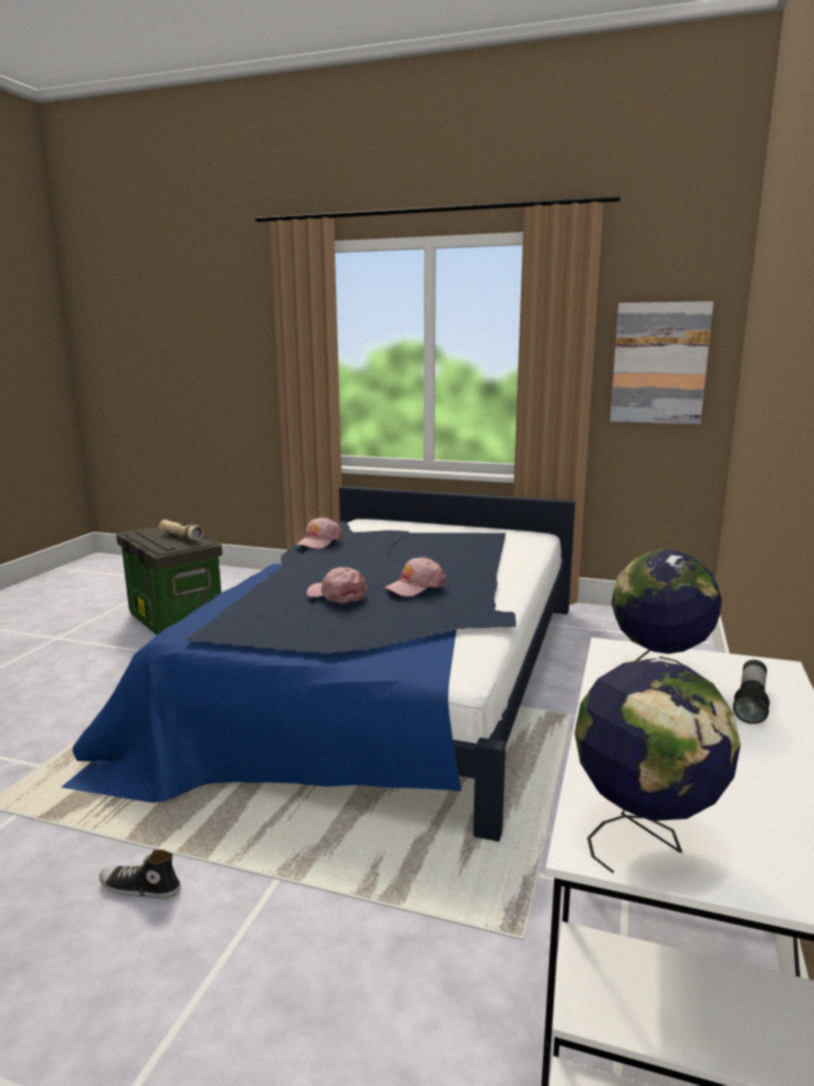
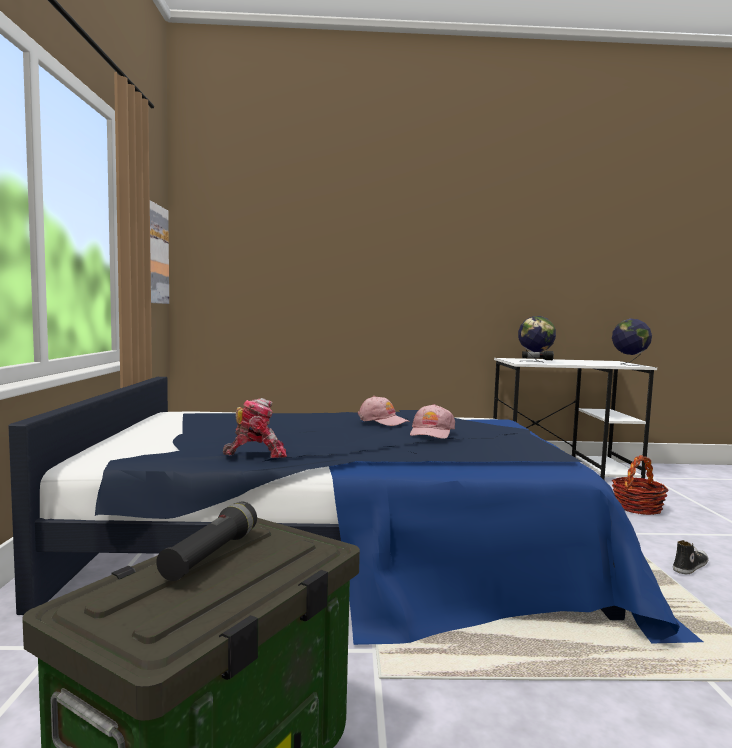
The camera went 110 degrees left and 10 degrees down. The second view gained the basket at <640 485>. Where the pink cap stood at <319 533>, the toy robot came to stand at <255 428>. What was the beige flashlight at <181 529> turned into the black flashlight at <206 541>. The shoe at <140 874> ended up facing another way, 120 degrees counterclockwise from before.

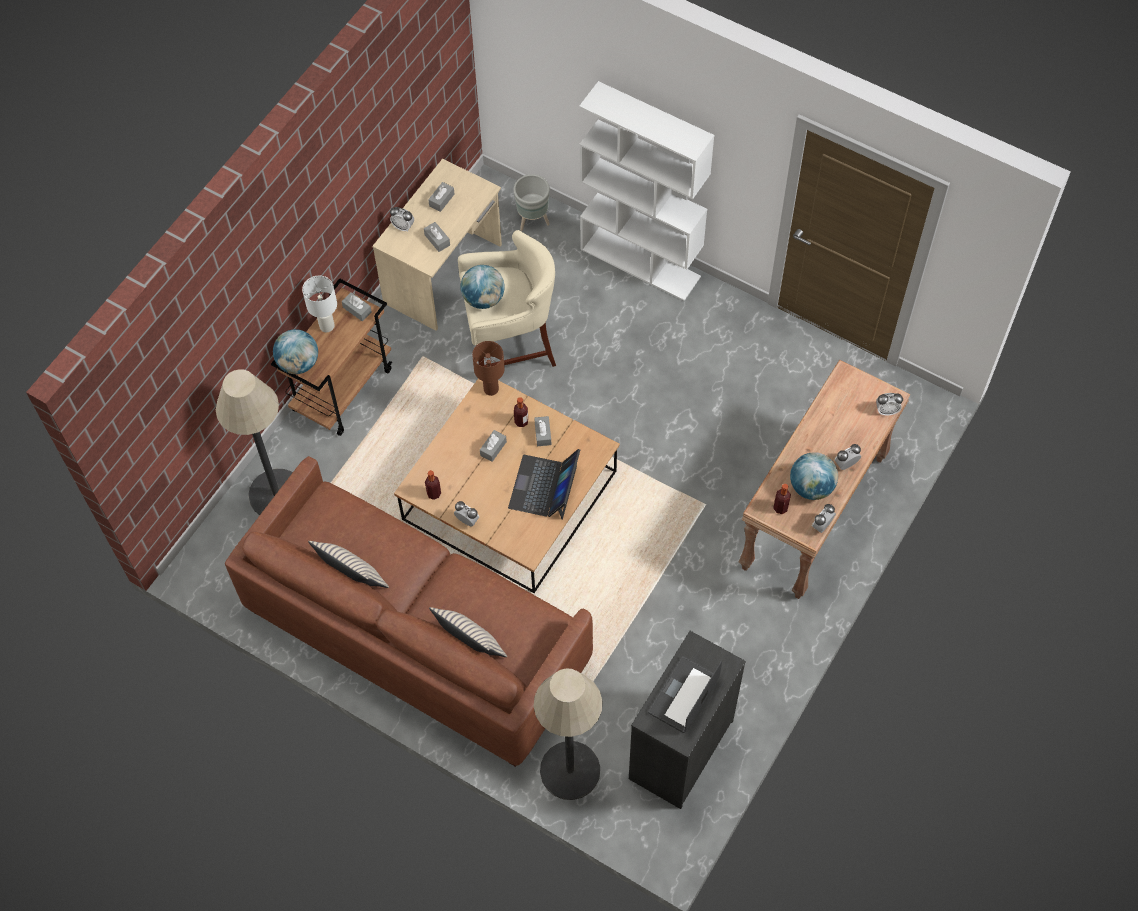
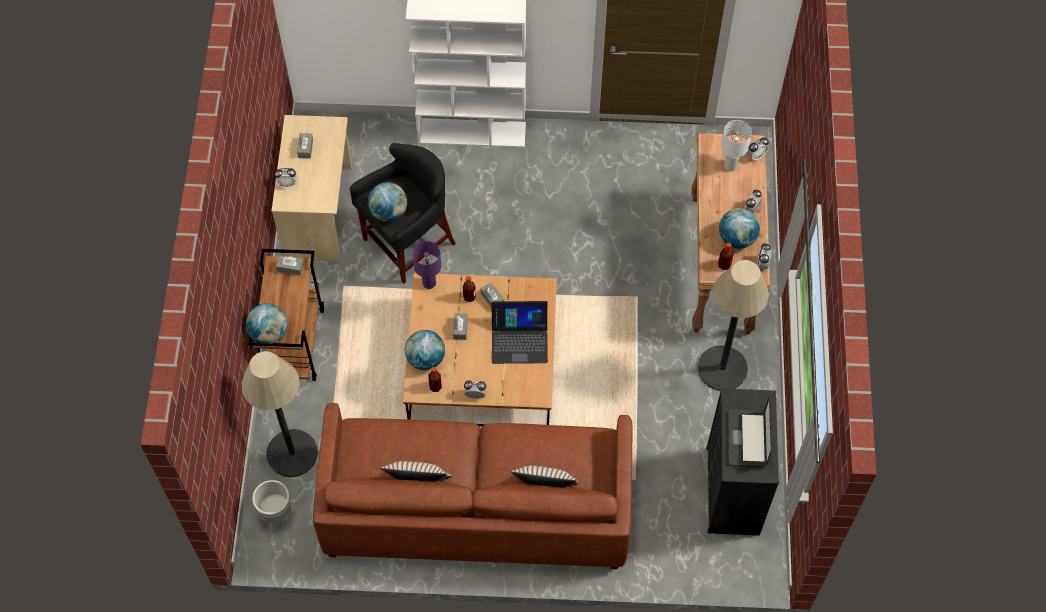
The camera went 30 degrees left and 0 degrees up. The second view lost the grey tissue box at <437 237>. The second view gained the globe at <425 350>. The white table lamp ended up elsewhere, having gone from <319 304> to <736 145>. The grey planter ended up elsewhere, having gone from <532 202> to <273 506>. The floor lamp ended up elsewhere, having gone from <568 734> to <733 325>. What was the beige stool at <507 298> turned into the black stool at <403 213>. What was the brown table lamp at <488 368> turned into the purple table lamp at <426 265>. The laptop at <544 484> ended up facing another way, 75 degrees counterclockwise from before.

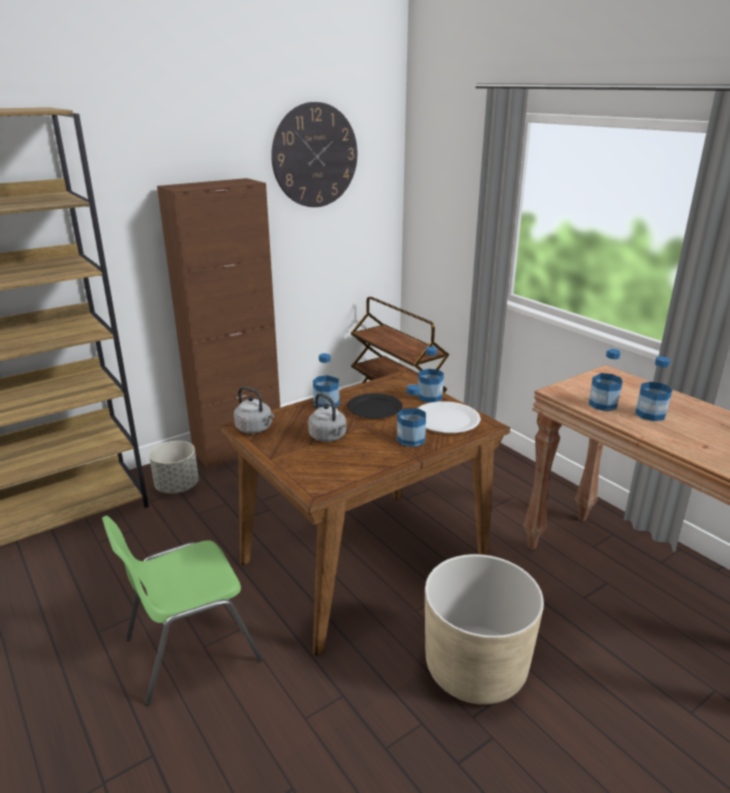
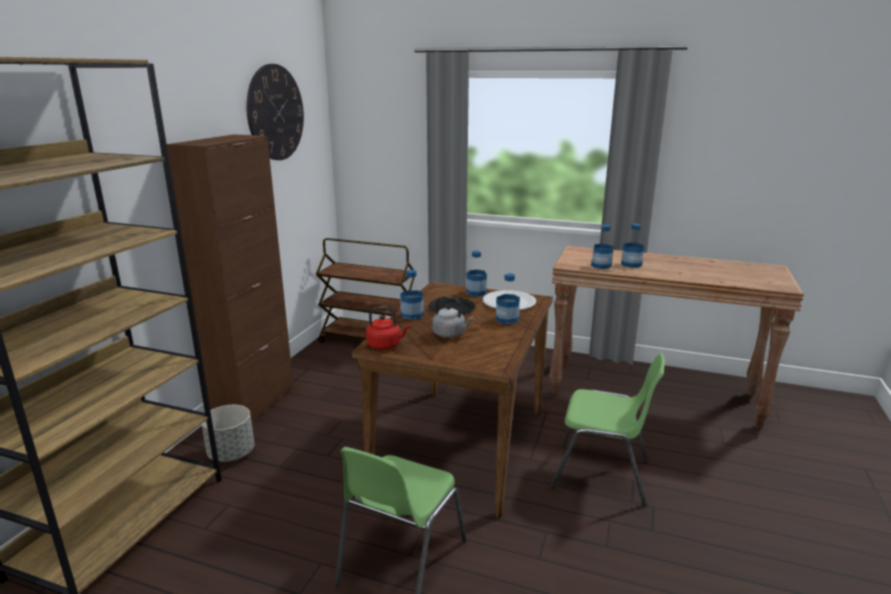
The camera went 35 degrees left and 5 degrees down. Where the beige planter stood at <484 629>, the green chair came to stand at <607 429>. What was the grey kettle at <254 410> turned into the red kettle at <388 328>.

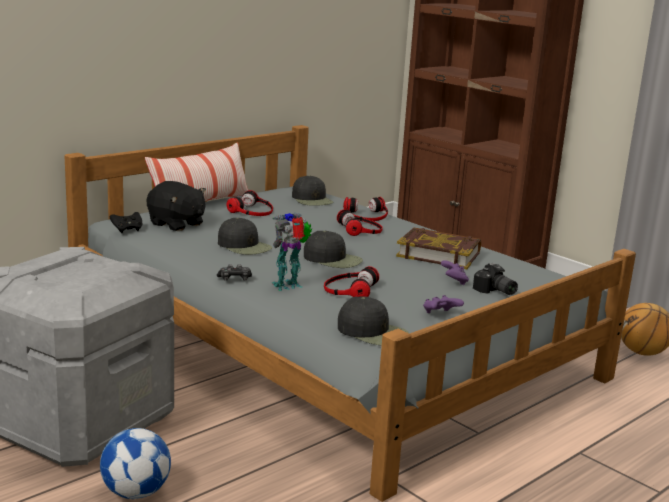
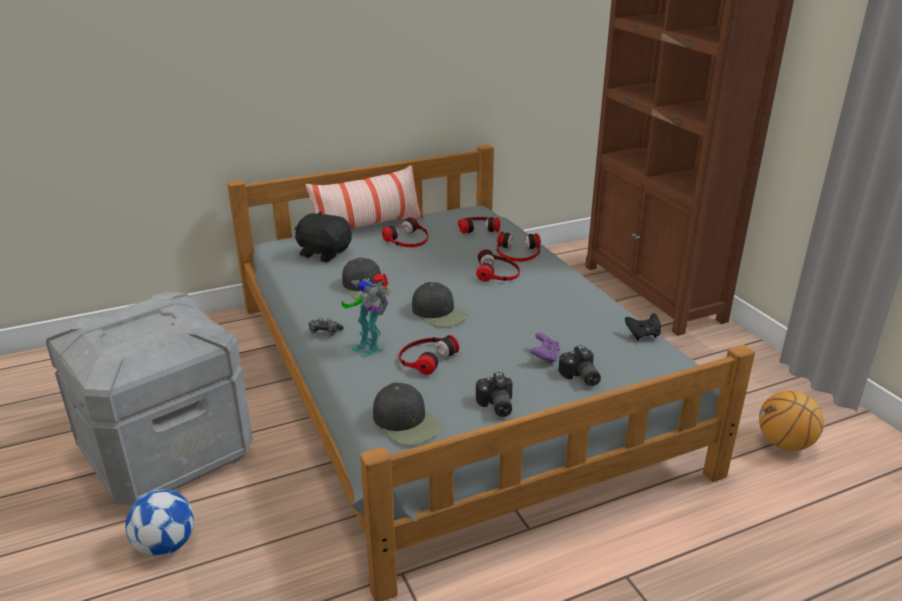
The camera went 20 degrees right and 10 degrees up. The second view lost the book at <438 248>. The black game controller ended up elsewhere, having gone from <126 222> to <643 327>. Where the black cap stood at <312 190>, the headphones came to stand at <479 225>. Where the purple game controller stood at <443 304>, the photo camera came to stand at <494 394>. The black plush toy at <176 206> ended up facing another way, 150 degrees clockwise from before. The toy robot at <292 251> ended up facing another way, 120 degrees counterclockwise from before.

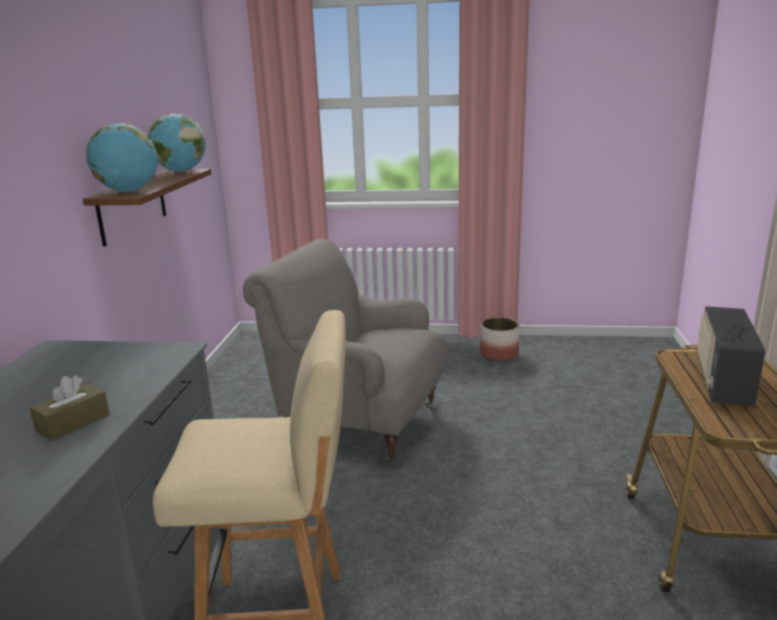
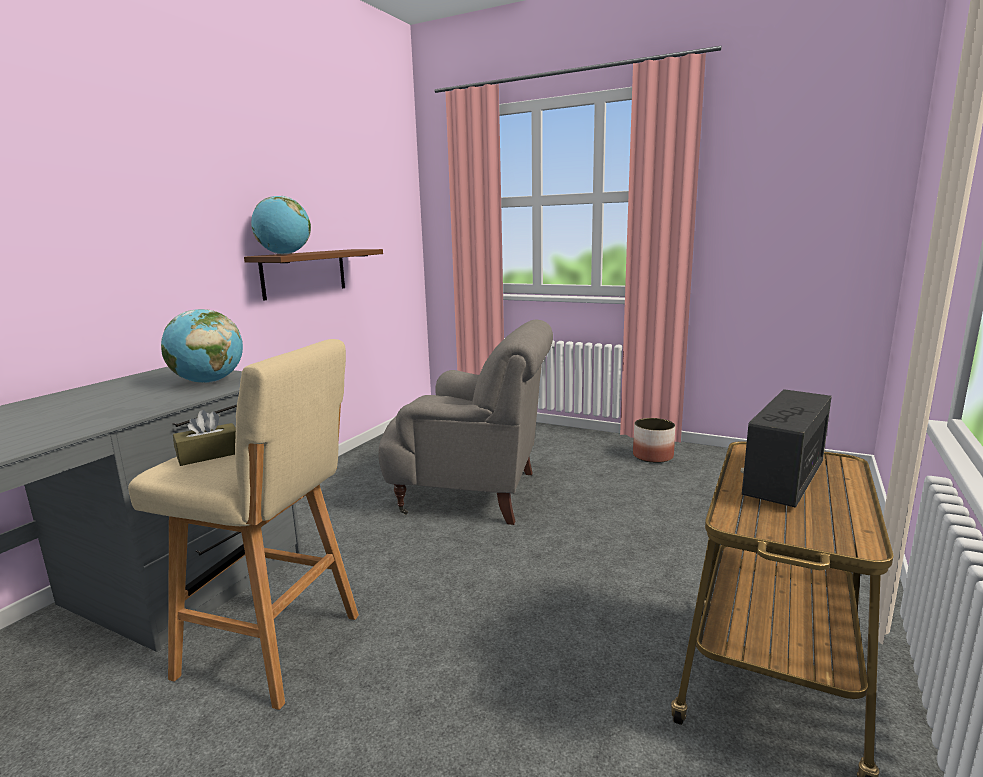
The camera went 20 degrees right and 5 degrees down. The brown tissue box ended up elsewhere, having gone from <69 408> to <204 438>. The globe ended up elsewhere, having gone from <177 143> to <202 346>. The grey armchair at <345 351> ended up facing another way, 150 degrees clockwise from before.

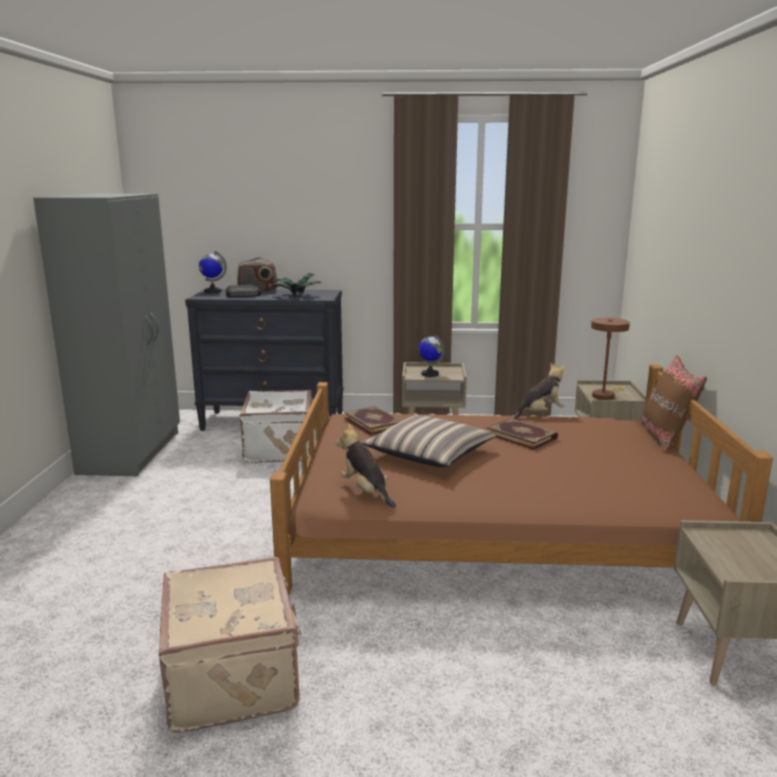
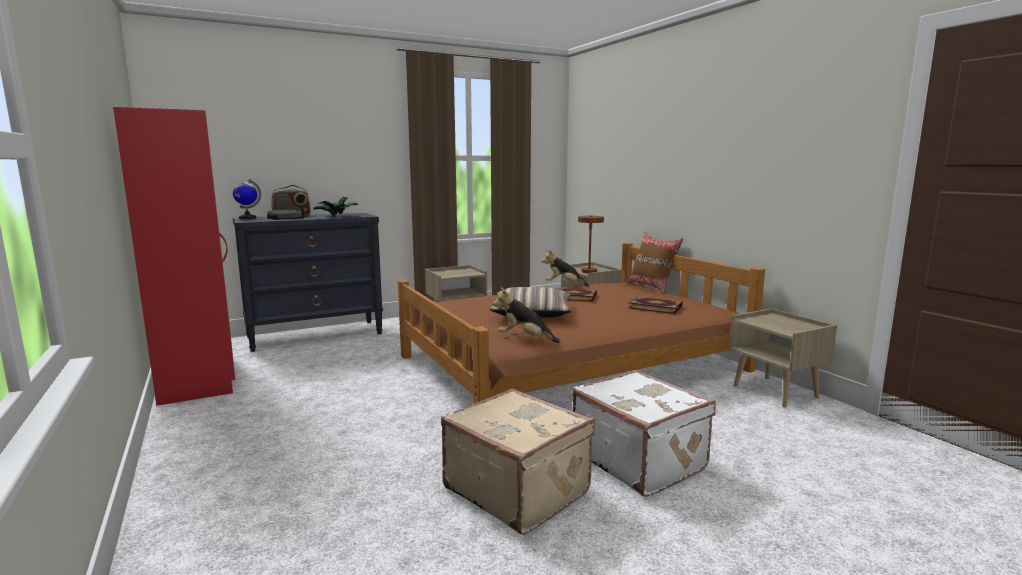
The camera went 30 degrees left and 5 degrees down. The second view lost the globe at <431 356>. The white suitcase ended up elsewhere, having gone from <278 426> to <644 433>. The book ended up elsewhere, having gone from <373 420> to <656 305>. What was the grey wardrobe at <106 335> turned into the red wardrobe at <174 256>. The plush toy at <540 391> ended up facing another way, 105 degrees counterclockwise from before.

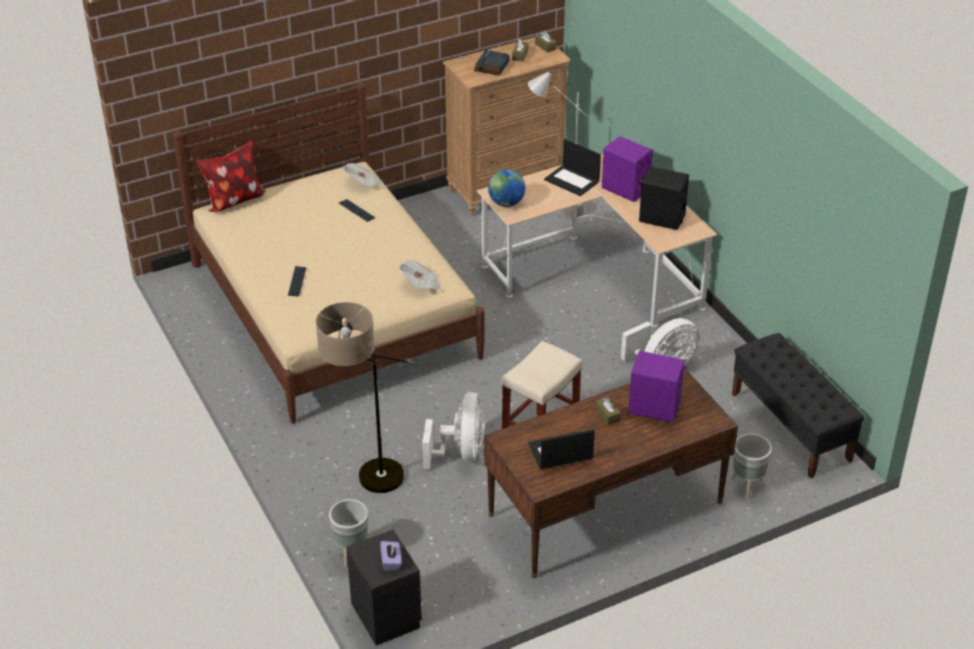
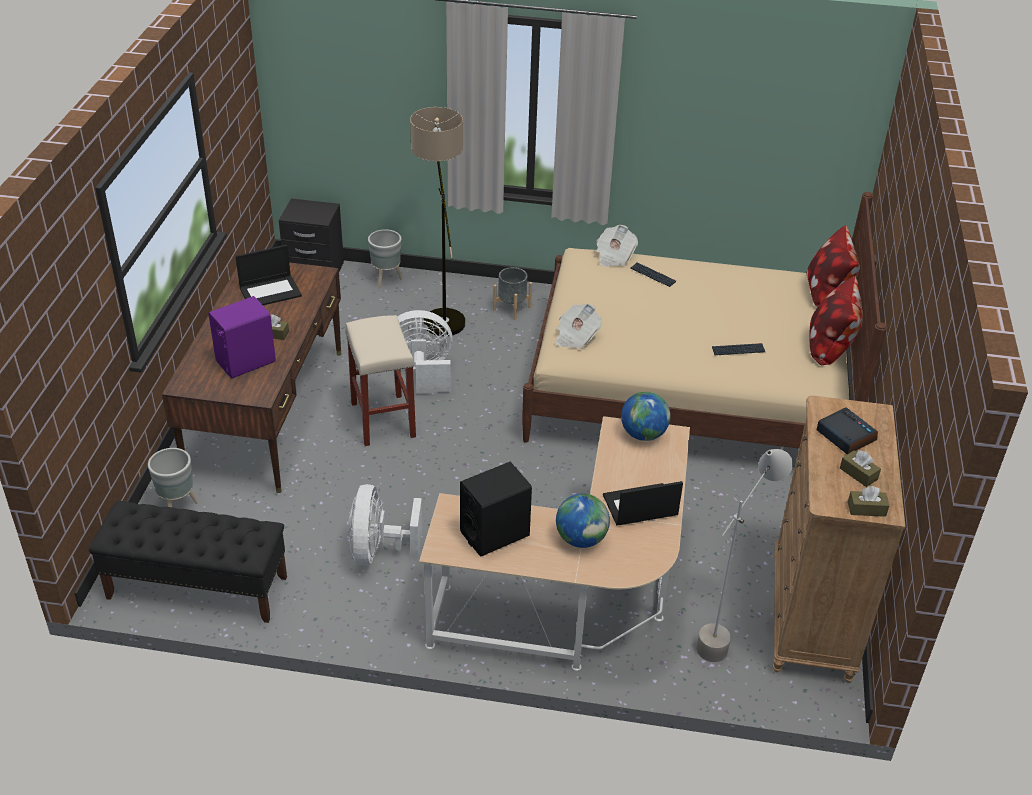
The camera went 125 degrees right and 0 degrees up. The second view lost the purple tissue box at <390 556>. The second view gained the grey planter at <512 293>. The second view gained the pillow at <836 320>. The newspaper ended up elsewhere, having gone from <363 175> to <617 246>. Where the purple speaker stood at <627 169>, the globe came to stand at <583 520>. The white fan at <453 430> ended up facing another way, 135 degrees clockwise from before. The laptop at <562 449> ended up facing another way, 45 degrees clockwise from before.

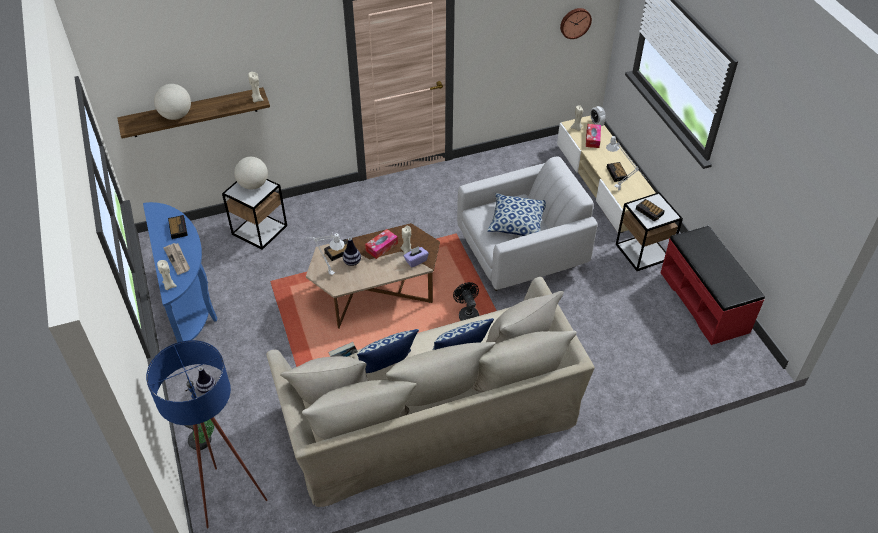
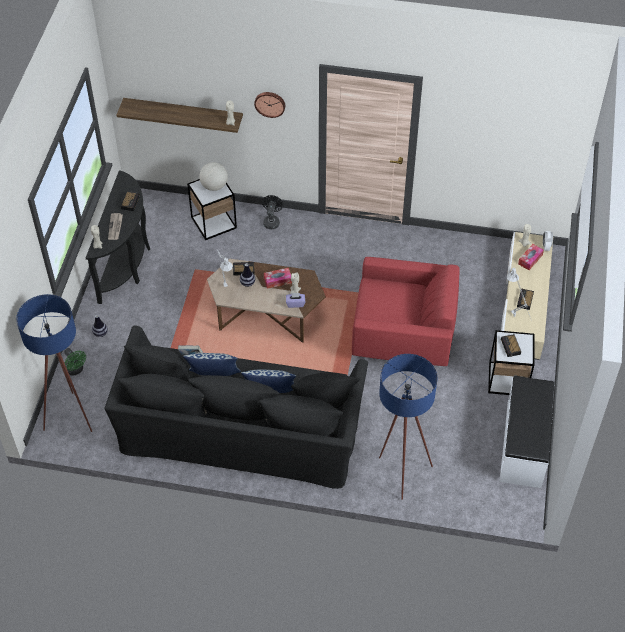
The camera went 30 degrees right and 5 degrees up. The second view lost the globe at <172 102>. The second view lost the pillow at <516 214>. The second view gained the blue floor lamp at <408 427>. The black fan ended up elsewhere, having gone from <466 301> to <272 212>. The wall clock ended up elsewhere, having gone from <576 23> to <269 105>. What was the blue console table at <180 272> turned into the black console table at <118 237>. What was the beige sofa at <430 392> turned into the black sofa at <236 407>. What was the white armchair at <527 223> turned into the red armchair at <406 311>. What was the red bench at <713 285> turned into the white bench at <527 431>.

